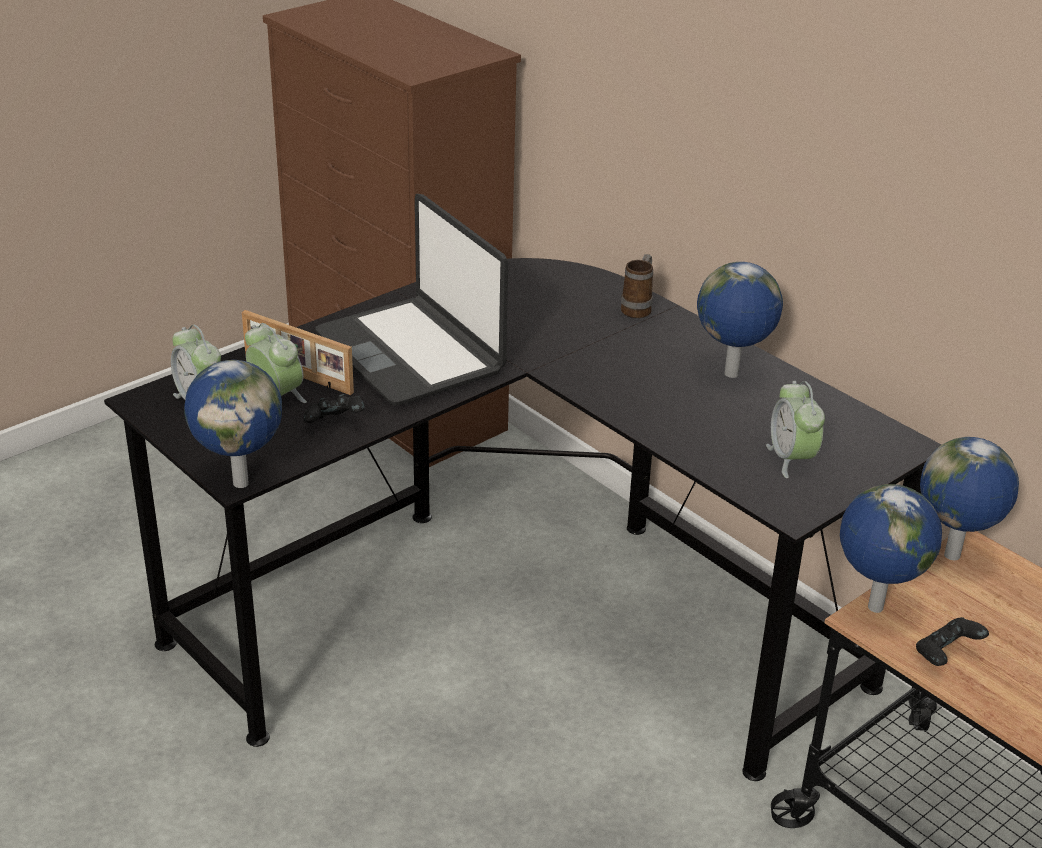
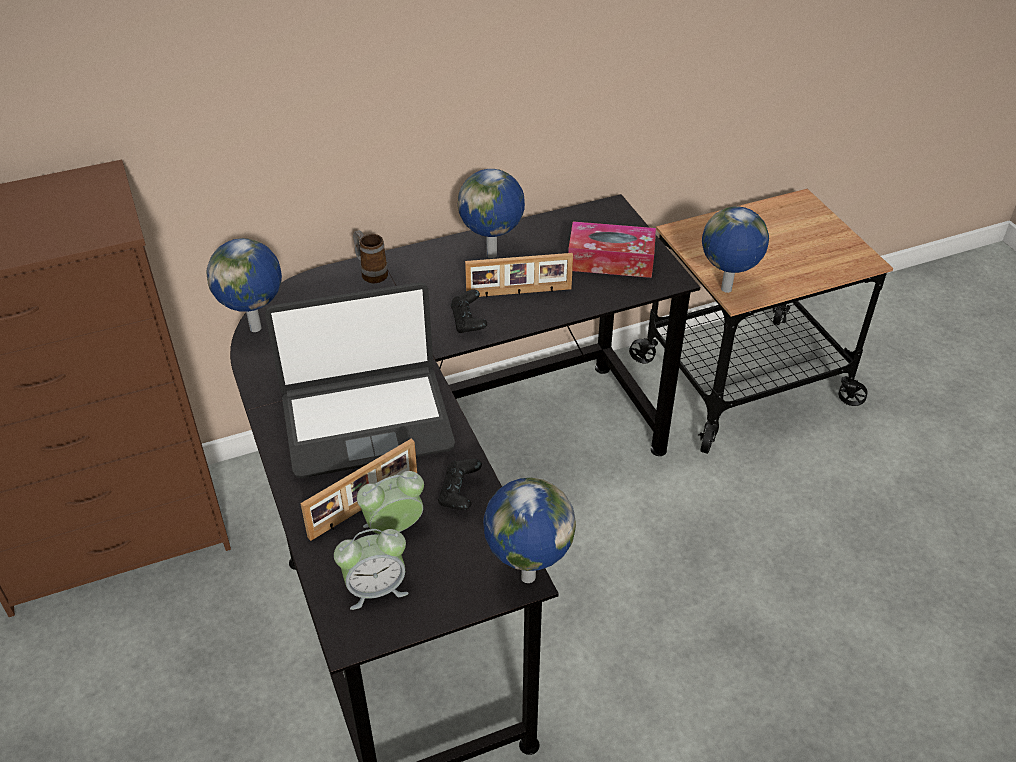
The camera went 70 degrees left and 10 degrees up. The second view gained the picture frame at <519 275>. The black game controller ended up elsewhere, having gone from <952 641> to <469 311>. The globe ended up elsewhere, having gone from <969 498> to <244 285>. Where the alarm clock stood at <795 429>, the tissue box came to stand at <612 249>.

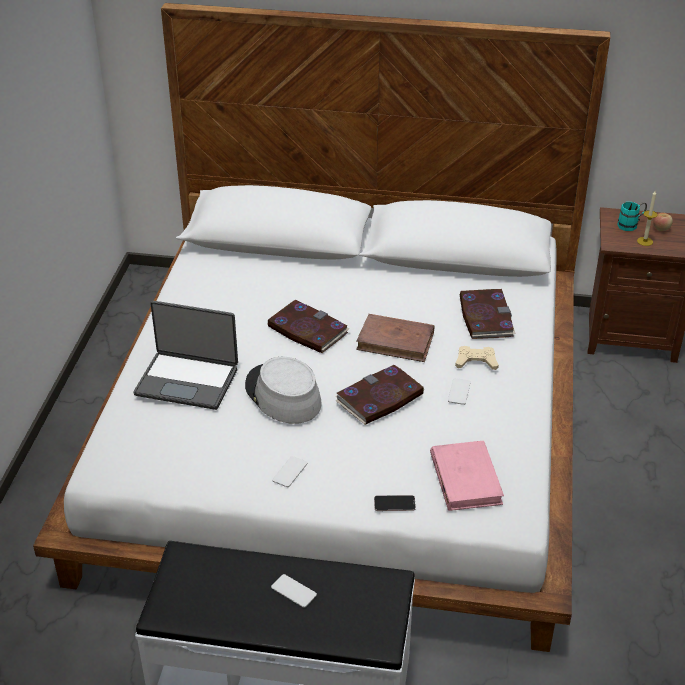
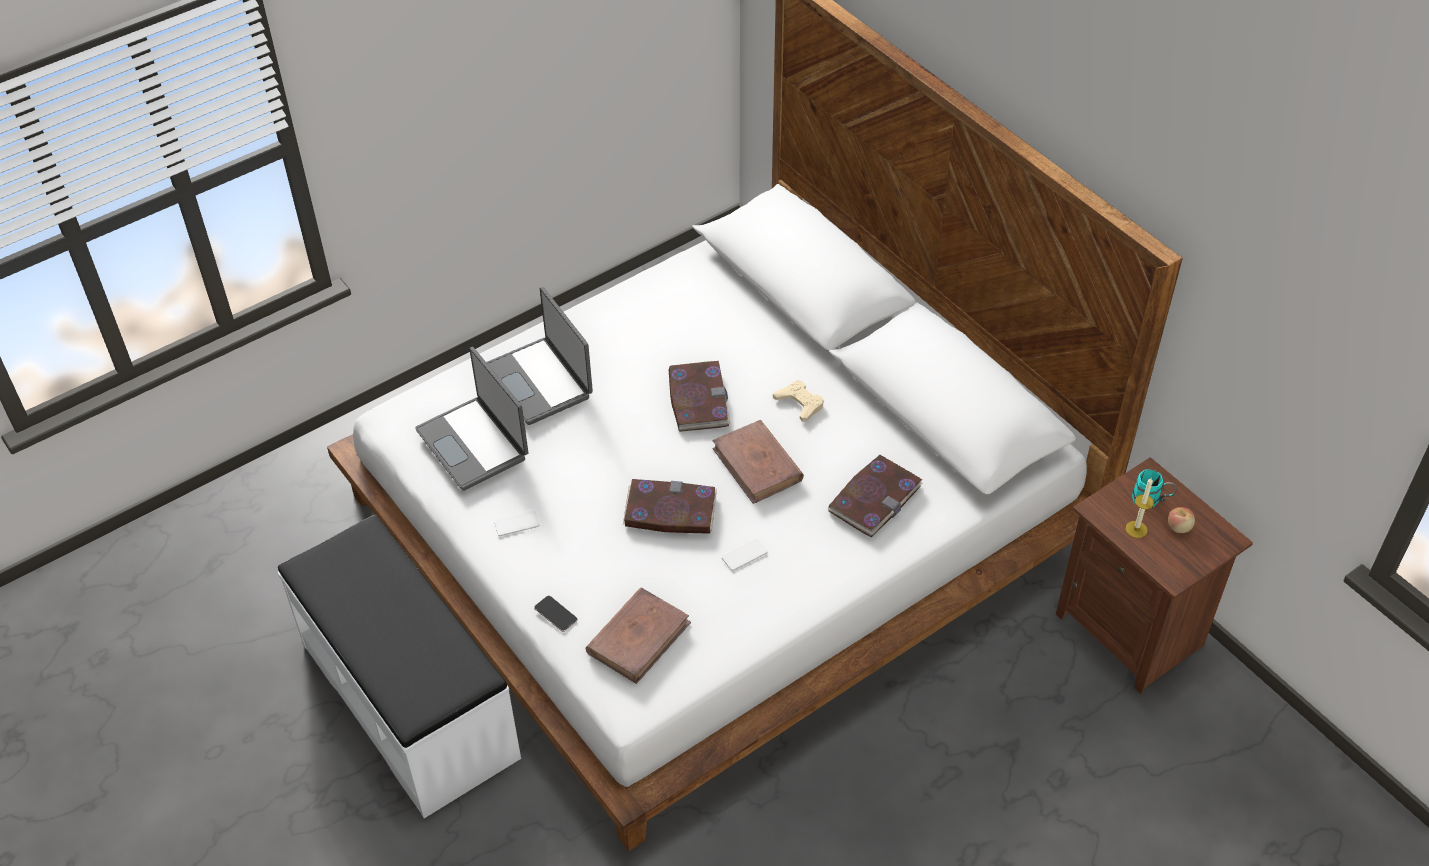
The camera went 45 degrees right and 10 degrees up. The second view lost the grey hat at <283 390>. The second view lost the phone at <294 591>. The second view gained the laptop at <472 419>. The beige game controller ended up elsewhere, having gone from <477 358> to <798 401>. What was the pink book at <467 476> turned into the brown book at <638 635>.

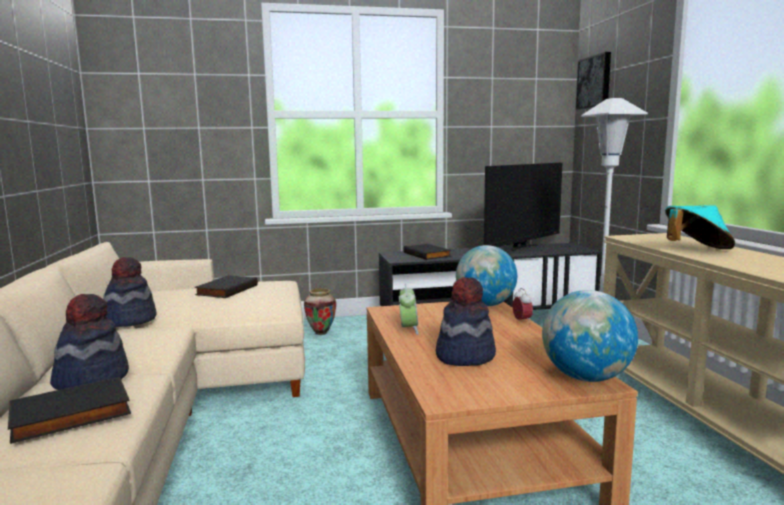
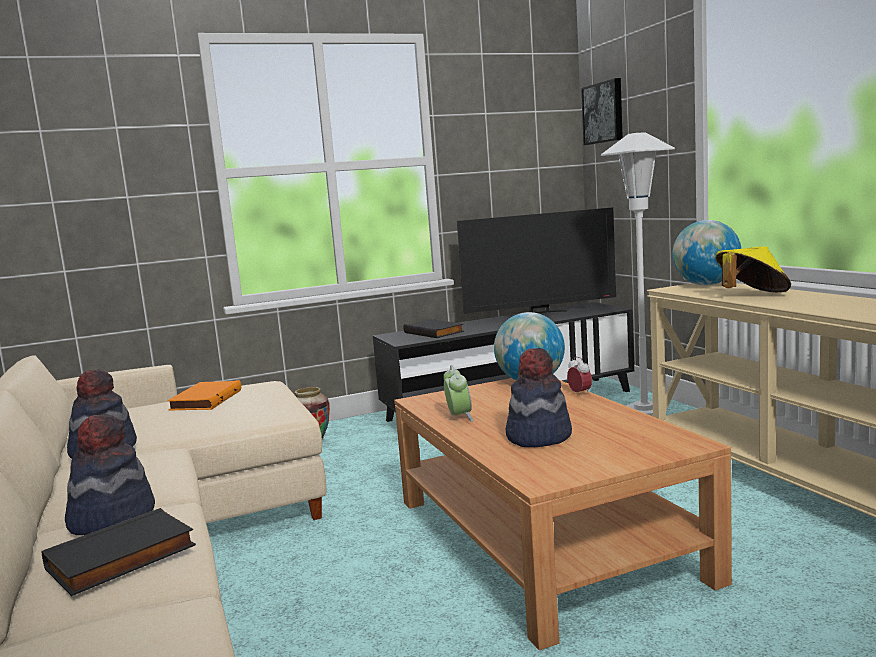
The camera went 10 degrees left and 0 degrees up. The globe ended up elsewhere, having gone from <590 336> to <707 252>. What was the black book at <226 286> turned into the orange book at <204 395>. What was the turquoise hat at <700 227> turned into the yellow hat at <753 269>. The television at <523 207> ended up facing another way, 45 degrees clockwise from before.

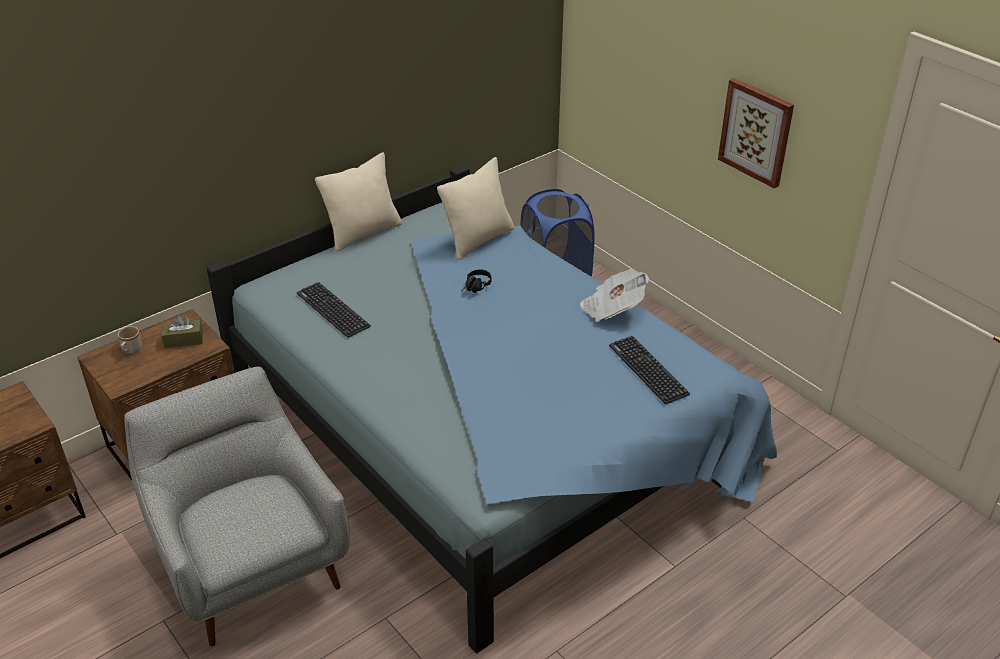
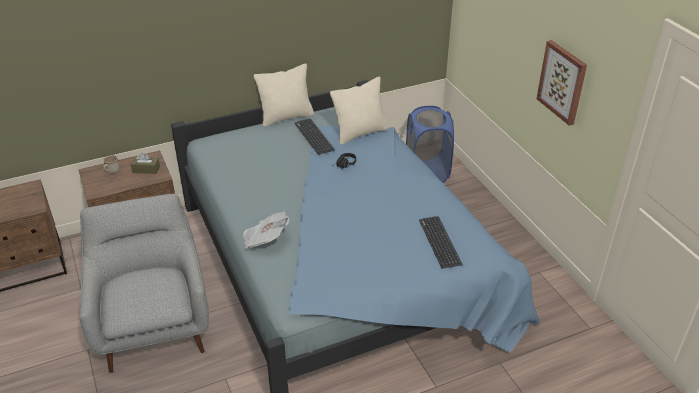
The camera went 15 degrees right and 0 degrees up. The keyboard ended up elsewhere, having gone from <334 310> to <315 136>. The newspaper ended up elsewhere, having gone from <615 295> to <266 230>.

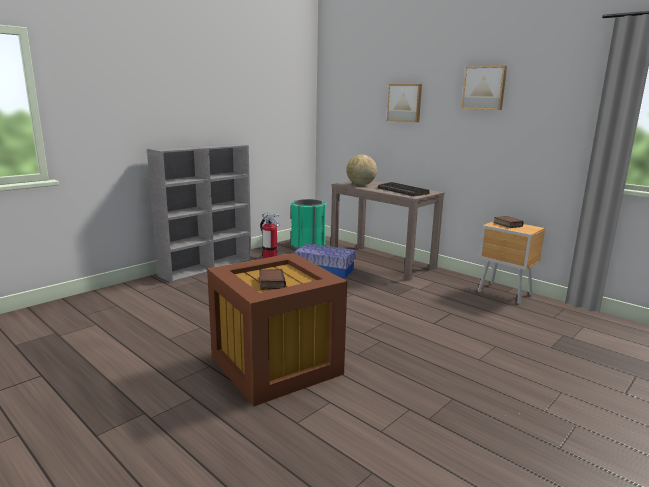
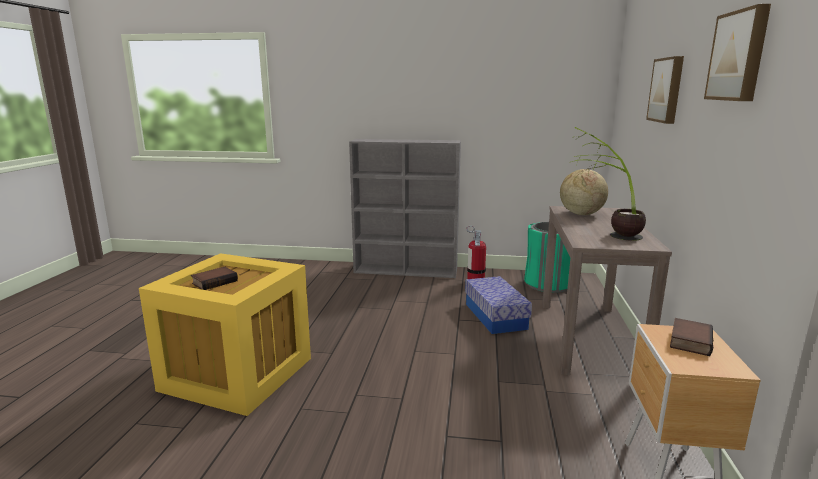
The camera went 55 degrees right and 0 degrees up. Where the keyboard stood at <404 189>, the potted plant came to stand at <607 184>. What was the brown storage box at <277 330> turned into the yellow storage box at <225 334>.

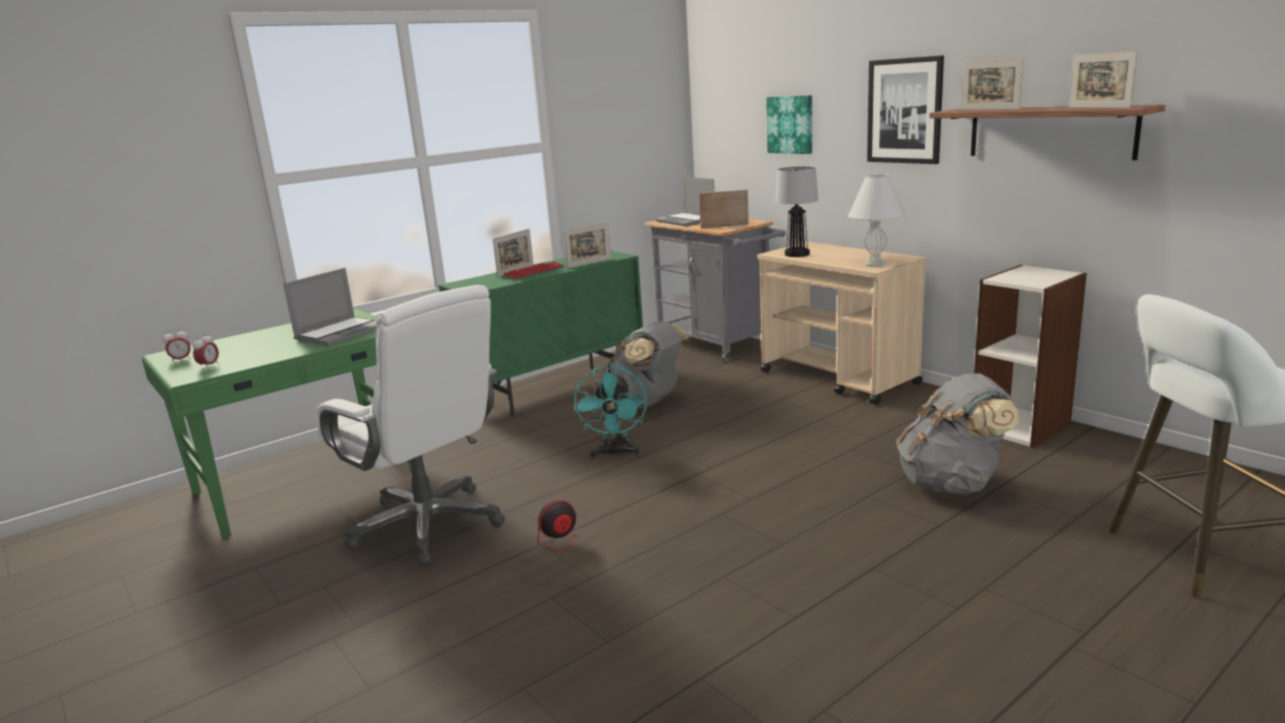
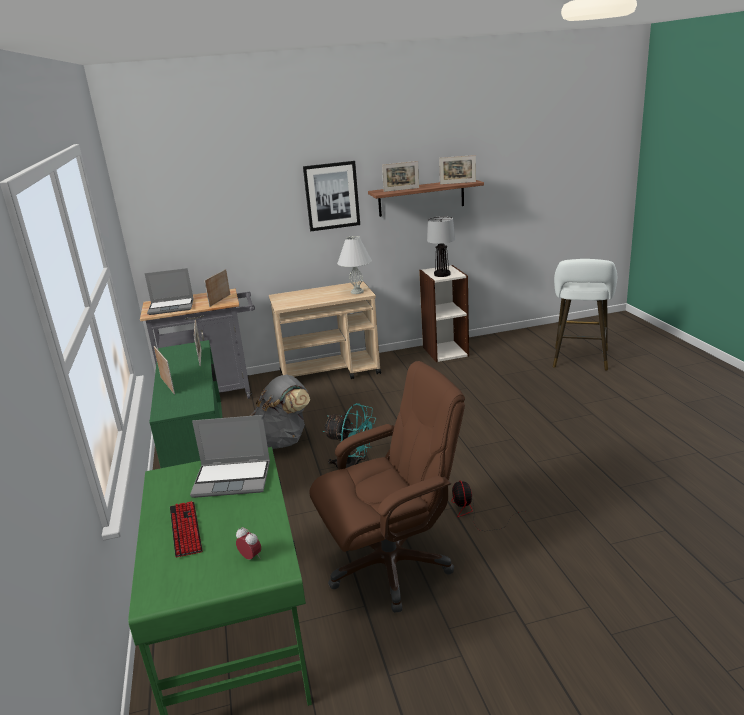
The camera went 65 degrees left and 5 degrees up. The second view lost the alarm clock at <177 346>. The second view lost the picture at <789 124>. The second view lost the grey backpack at <958 433>. The keyboard ended up elsewhere, having gone from <533 270> to <186 529>. The table lamp ended up elsewhere, having gone from <796 211> to <441 246>. What was the white office chair at <411 425> turned into the brown office chair at <387 487>. The laptop at <329 307> ended up facing another way, 120 degrees clockwise from before.

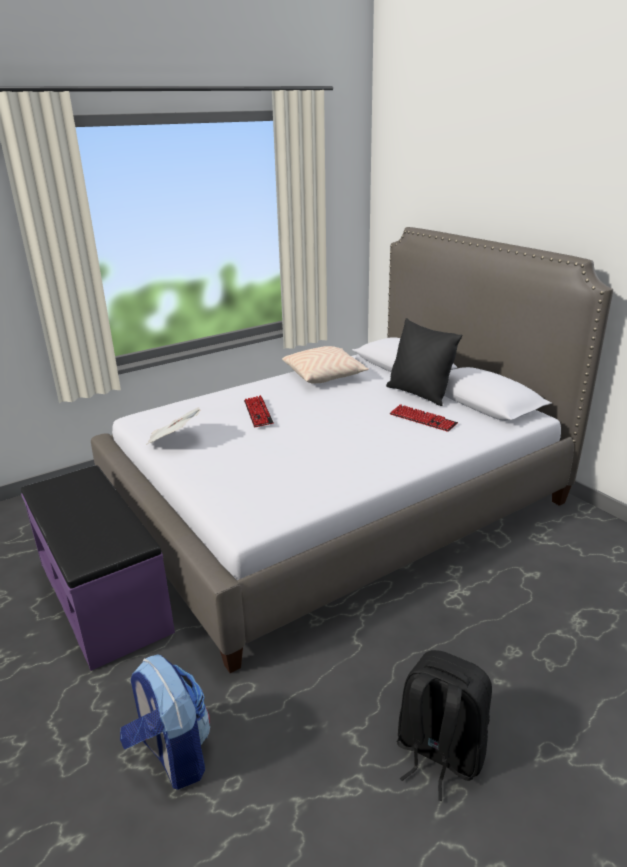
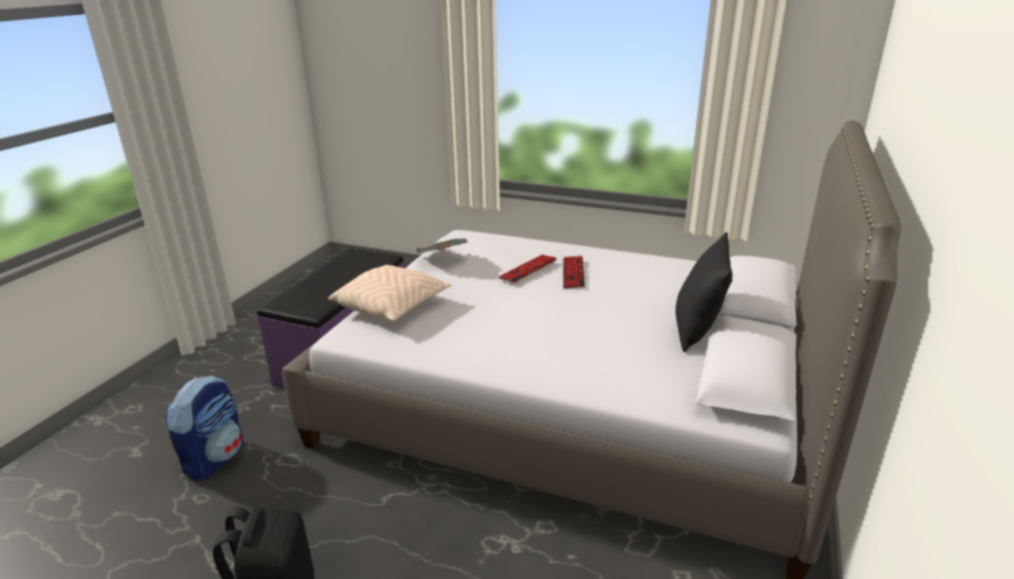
The camera went 55 degrees right and 0 degrees up. The beige pillow ended up elsewhere, having gone from <325 365> to <389 293>. The keyboard ended up elsewhere, having gone from <423 418> to <574 271>.

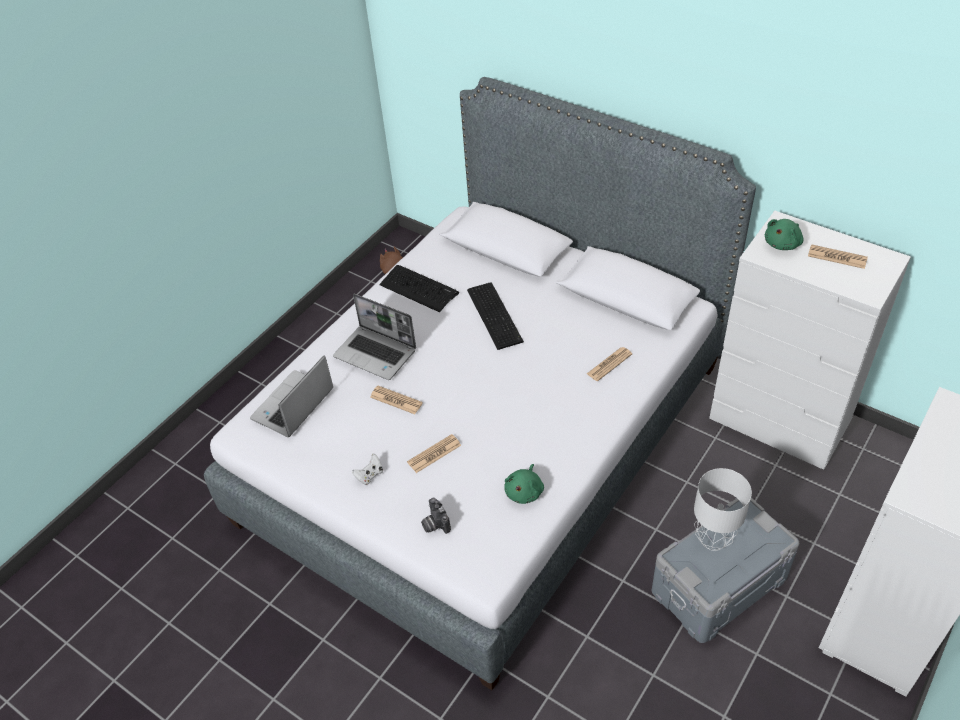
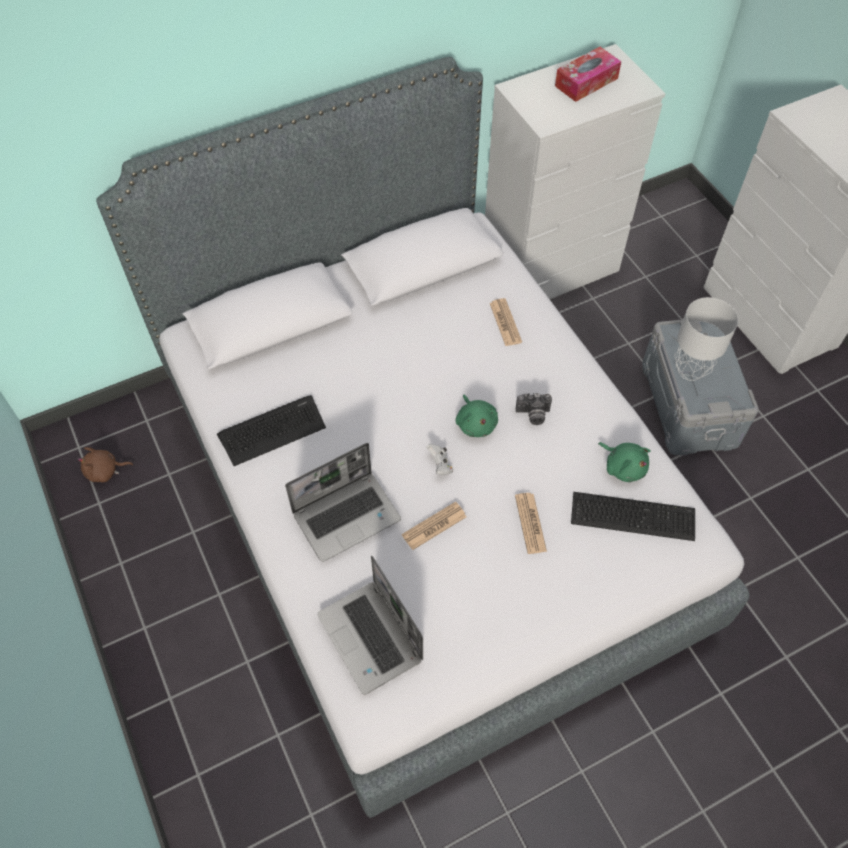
The camera went 65 degrees left and 10 degrees up. The white game controller ended up elsewhere, having gone from <367 469> to <439 459>. The photo camera ended up elsewhere, having gone from <436 516> to <534 409>. The keyboard ended up elsewhere, having gone from <495 316> to <633 516>. The green plush toy ended up elsewhere, having gone from <784 234> to <477 415>. Where the newspaper stood at <838 256>, the tissue box came to stand at <588 74>.

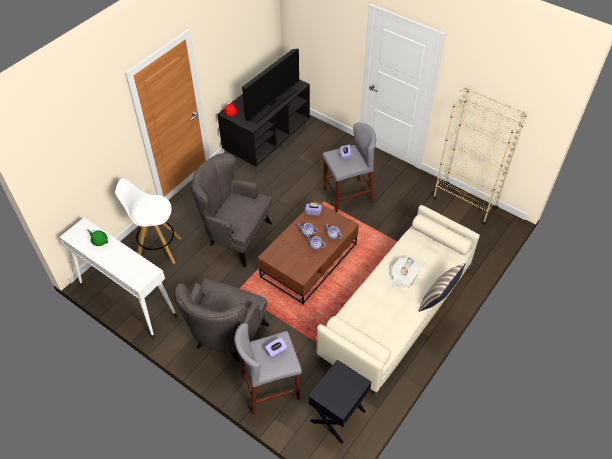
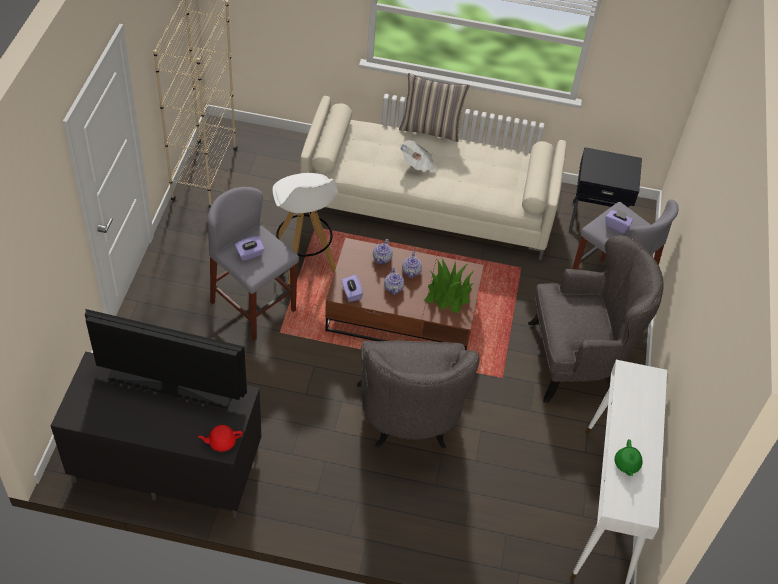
The camera went 120 degrees left and 0 degrees up. The second view gained the potted plant at <449 285>. The white stool ended up elsewhere, having gone from <148 221> to <305 229>.

